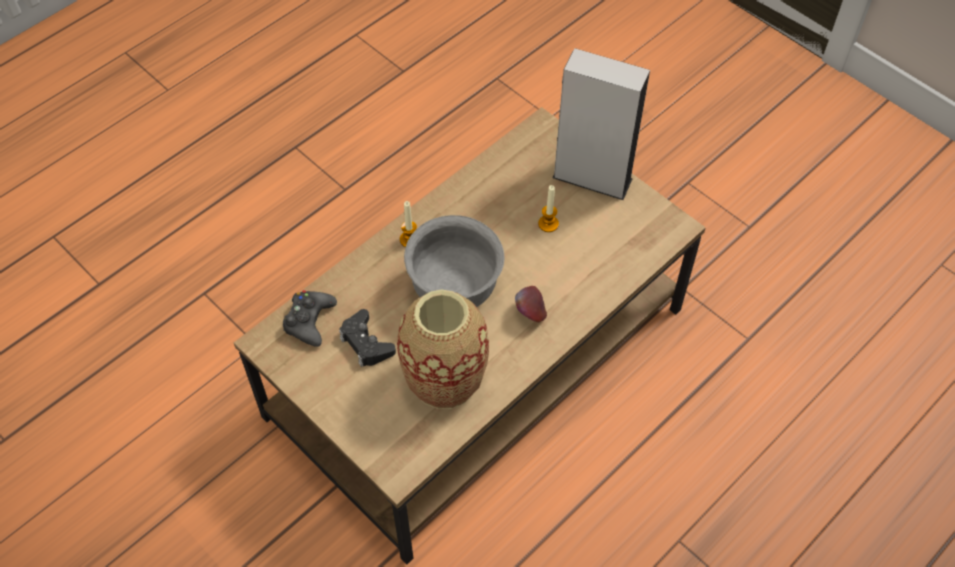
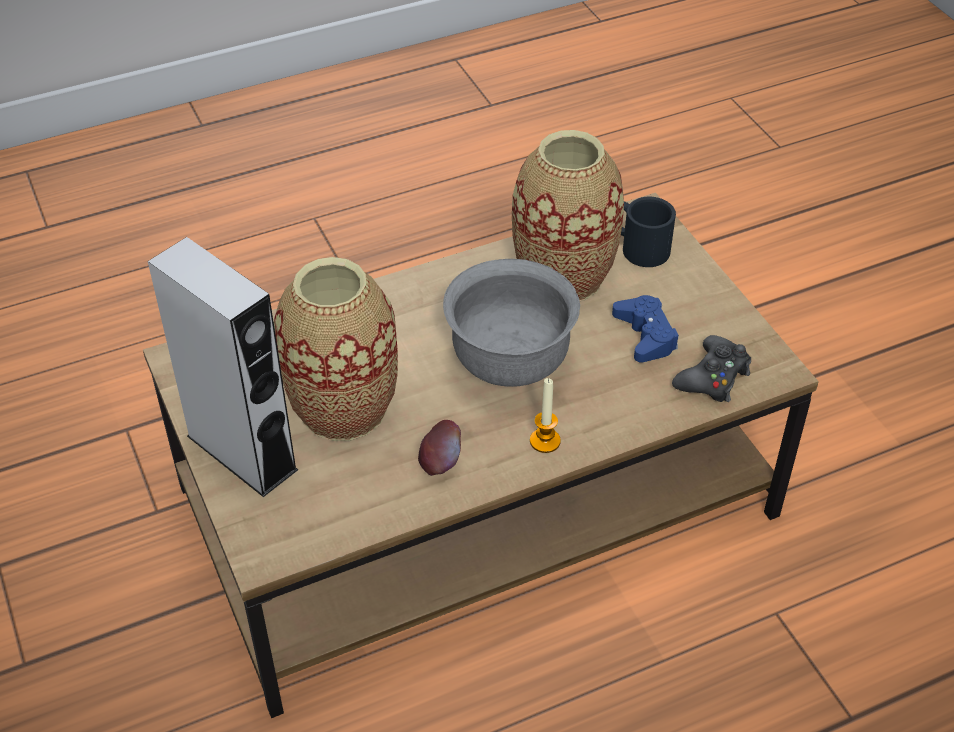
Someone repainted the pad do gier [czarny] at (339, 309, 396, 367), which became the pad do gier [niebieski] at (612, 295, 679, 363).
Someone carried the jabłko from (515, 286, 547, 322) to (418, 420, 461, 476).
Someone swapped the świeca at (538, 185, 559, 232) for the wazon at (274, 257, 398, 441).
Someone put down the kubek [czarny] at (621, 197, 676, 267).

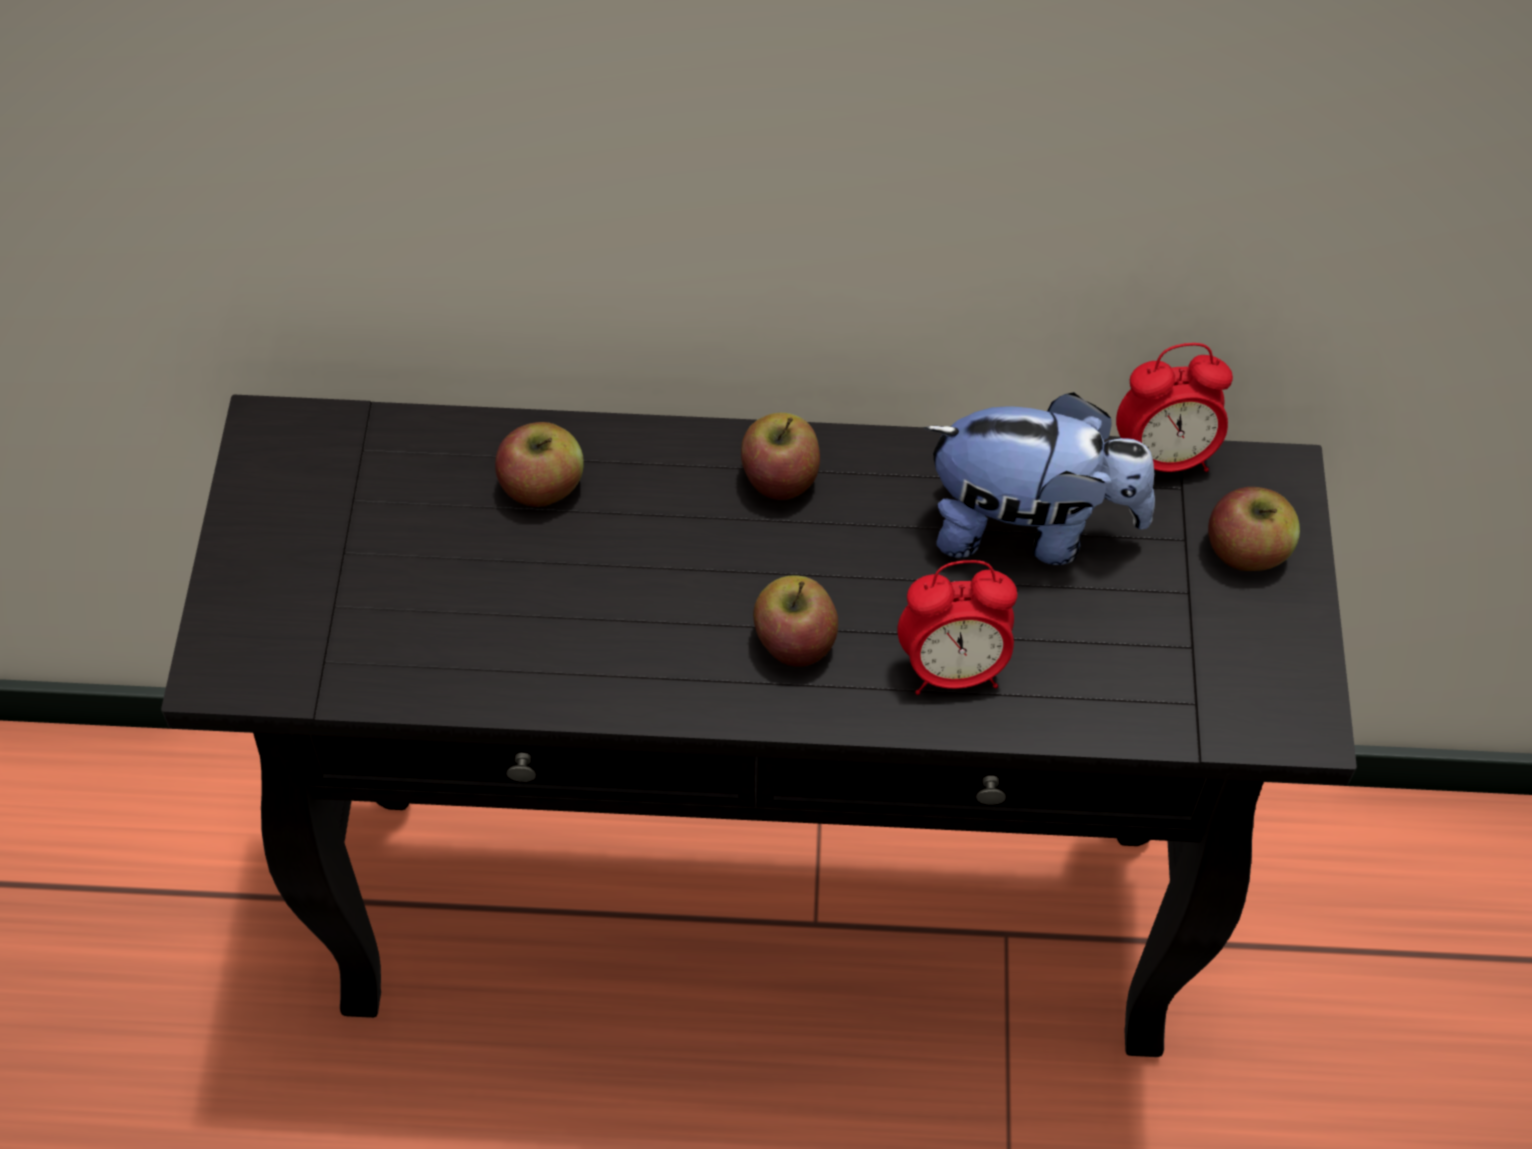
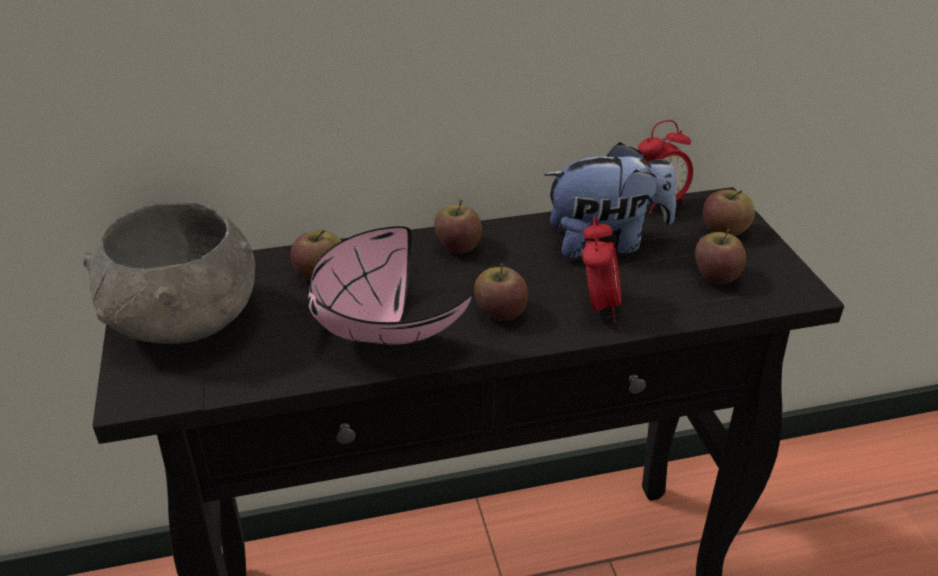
Someone rotated the budzik at (897, 560, 1017, 695) by 60 degrees counterclockwise.
Someone put down the miska [szary] at (84, 201, 255, 344).
Someone put down the miska [różowy] at (308, 226, 473, 345).
Someone put down the jabłko at (695, 229, 746, 284).

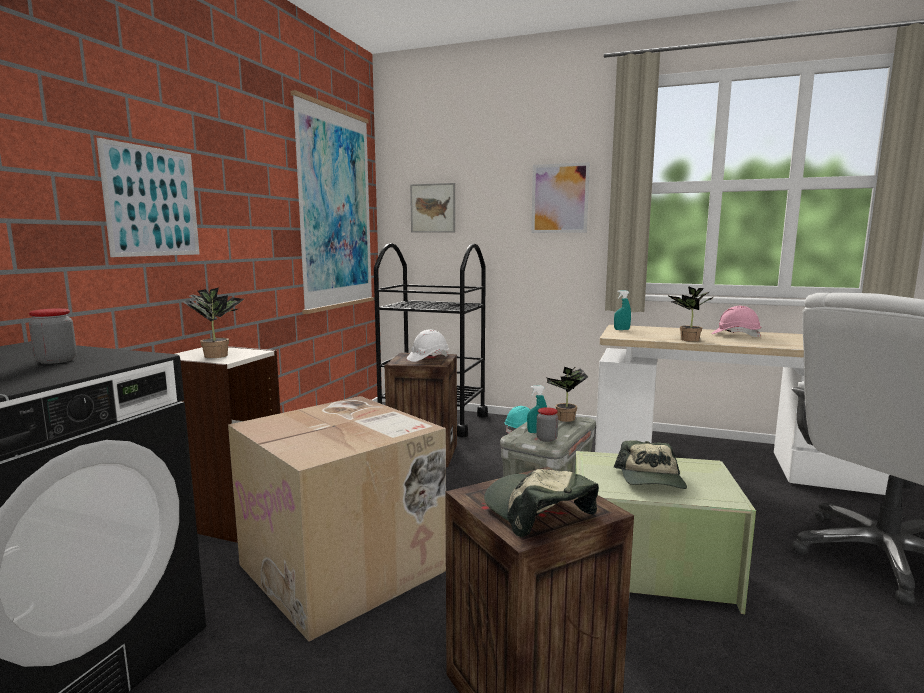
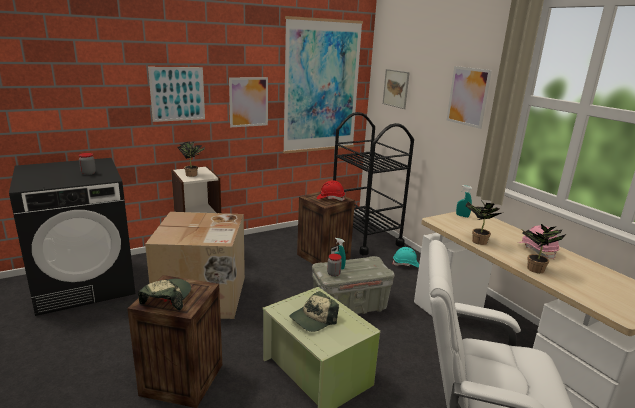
Someone repainted the kask [biały] at (407, 329, 449, 362), which became the kask [czerwony] at (317, 180, 345, 201).
Someone carried the roślina doniczkowa from (547, 367, 588, 422) to (520, 224, 566, 273).
Someone put up the obraz at (229, 77, 268, 127).

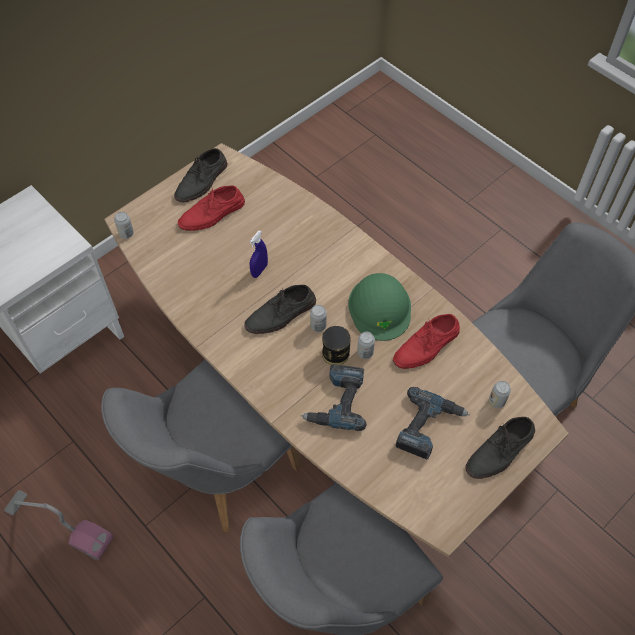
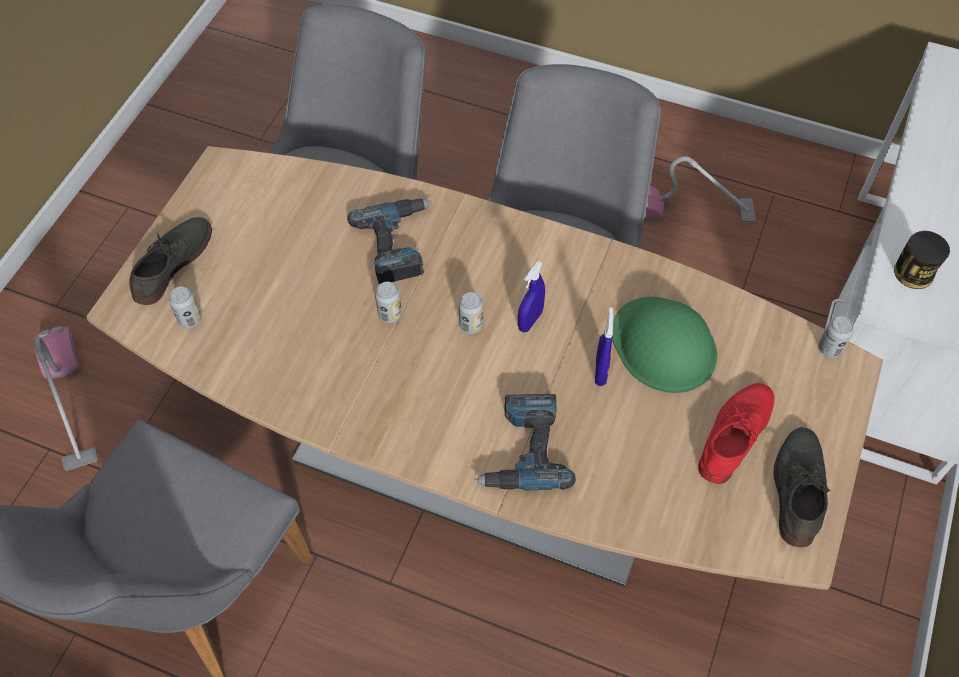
Someone swapped the but [szary] at (244, 285, 316, 334) for the spryskiwacz [niebieski] at (518, 261, 545, 332).
Someone carried the puszka from (322, 326, 350, 365) to (894, 231, 950, 289).
Someone carried the kask [zielony] from (348, 273, 411, 341) to (612, 297, 717, 393).
Someone took away the but [czerwony] at (393, 314, 460, 369).
Someone carried the wiertarka from (396, 387, 470, 459) to (474, 394, 576, 490).
Someone put down the odkurzacz at (34, 326, 98, 471).

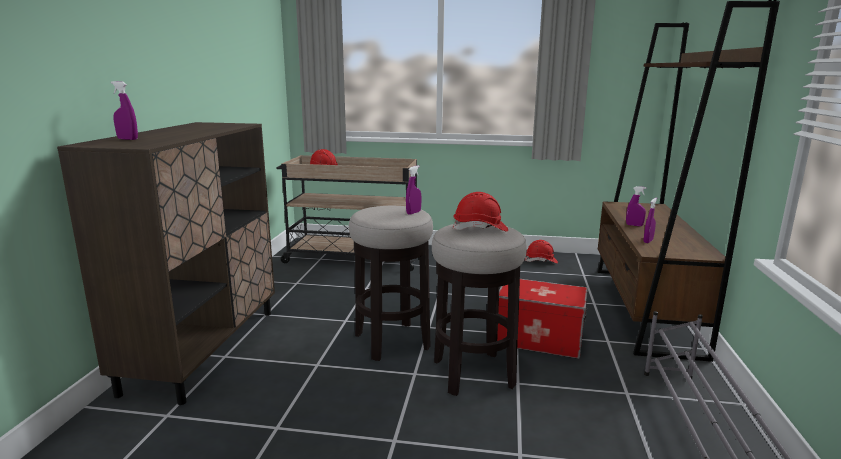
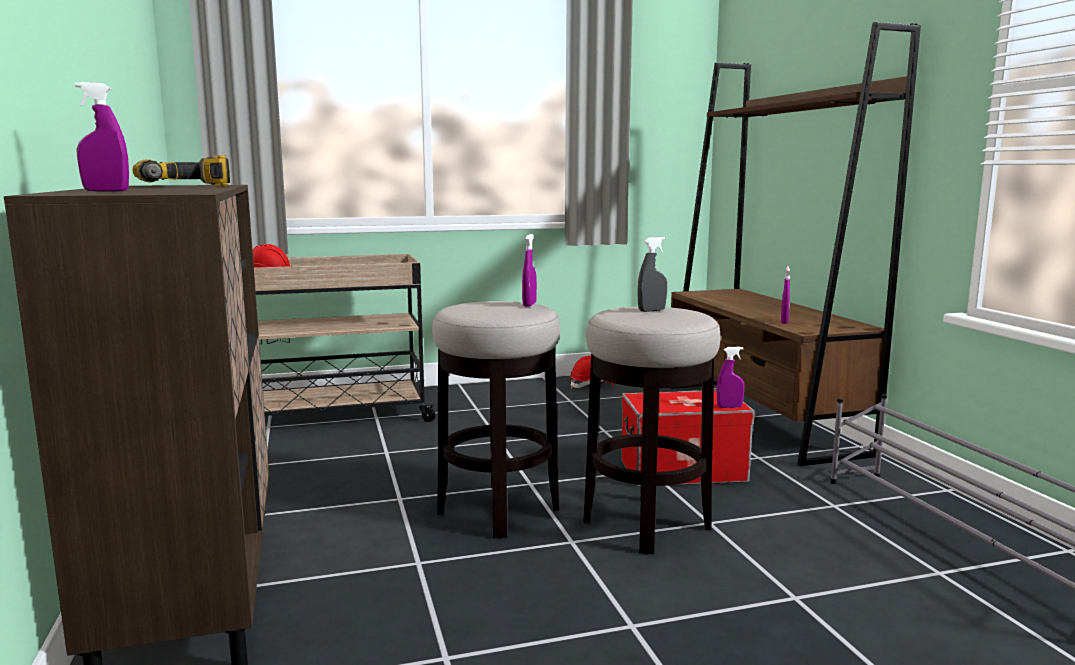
Someone swapped the kask [czerwony] at (453, 192, 508, 232) for the spryskiwacz [szary] at (638, 237, 667, 312).
Someone carried the spryskiwacz [fioletowy] from (626, 186, 647, 226) to (717, 347, 745, 408).
Someone put down the wiertarka at (132, 155, 230, 186).

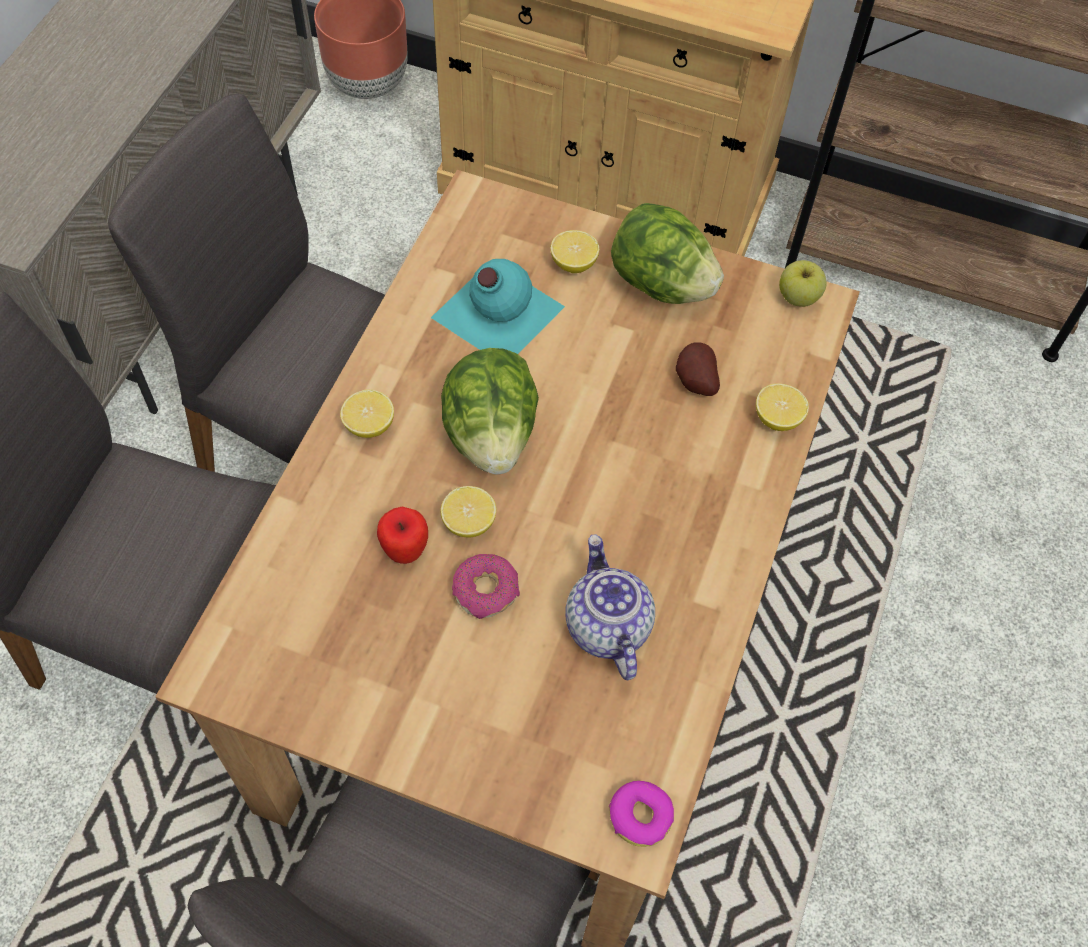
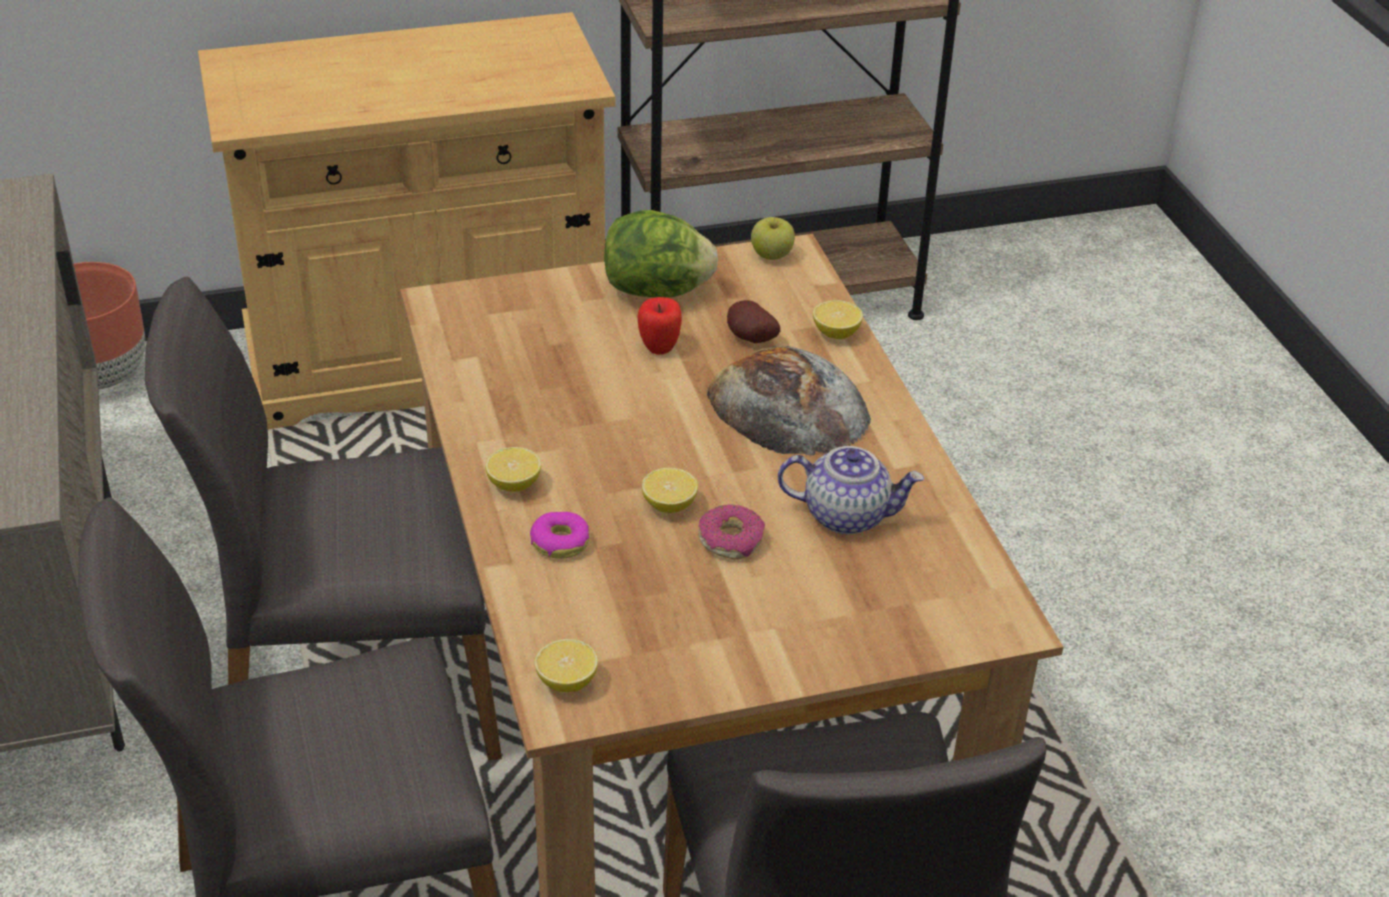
Someone carried the jabłko from (377, 507, 428, 564) to (638, 297, 682, 355).
Someone took away the butelka [turkusowy] at (431, 259, 565, 354).
Someone took away the sałata at (441, 348, 539, 474).
Someone carried the cytryna from (550, 230, 599, 273) to (534, 639, 598, 692).
Someone rotated the imbryk at (565, 534, 655, 680) by 150 degrees clockwise.
Someone carried the donut from (609, 781, 674, 847) to (530, 512, 590, 559).
Someone put down the chleb at (707, 346, 871, 456).

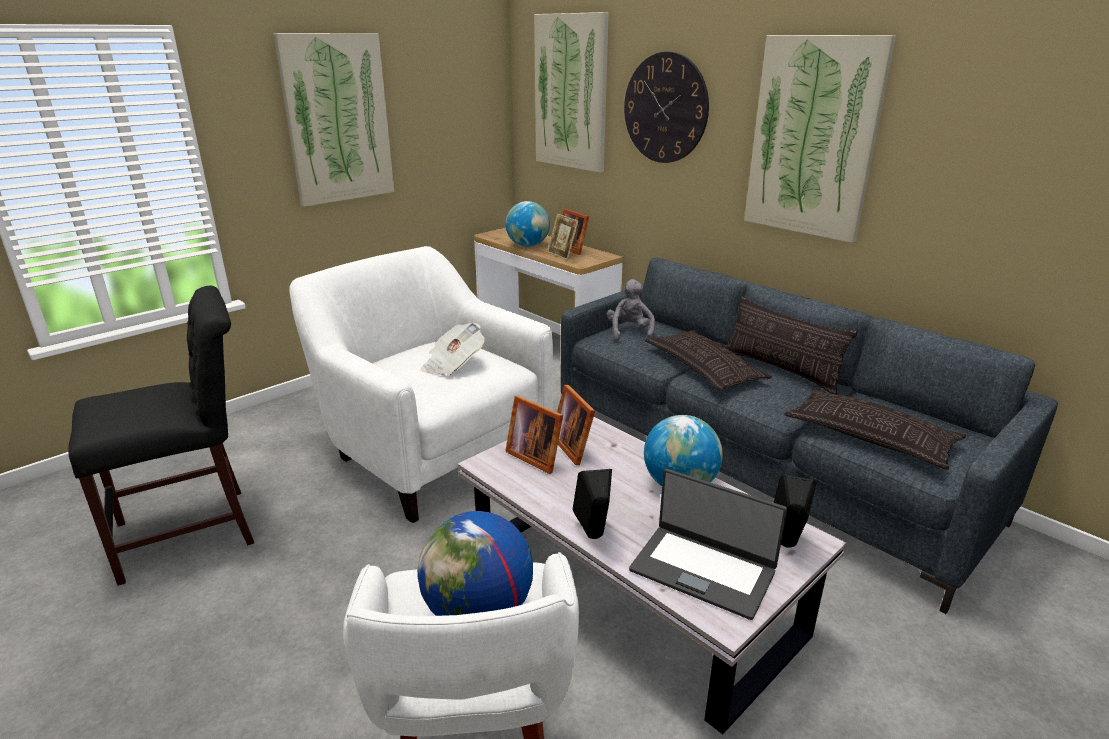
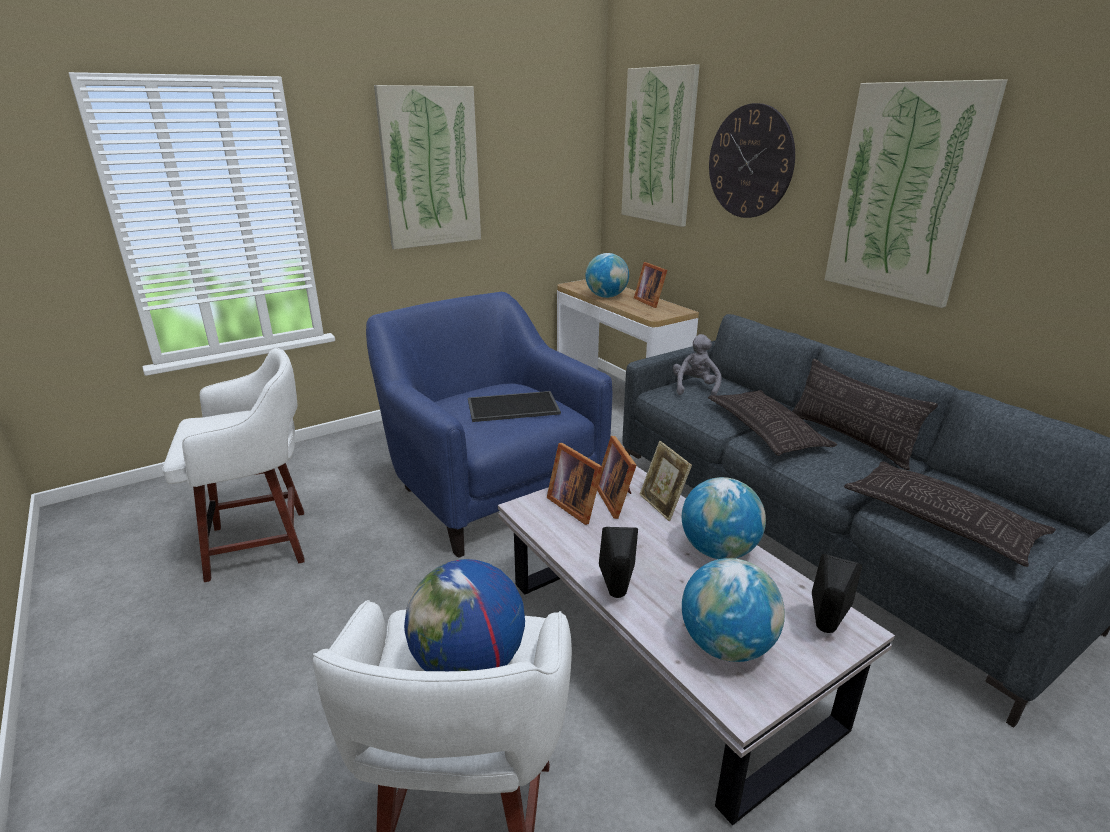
Someone swapped the krzesło [czarny] at (68, 285, 254, 586) for the stołek [biały] at (162, 348, 305, 582).
Someone repainted the fotel [biały] at (290, 246, 553, 523), which became the fotel [niebieski] at (366, 292, 612, 557).
Someone swapped the gazeta at (421, 323, 485, 376) for the taca at (468, 391, 561, 422).
Someone carried the ramka na zdjęcie from (547, 214, 579, 260) to (639, 441, 692, 521).
Someone swapped the laptop at (629, 469, 787, 620) for the globus at (682, 558, 785, 662).

